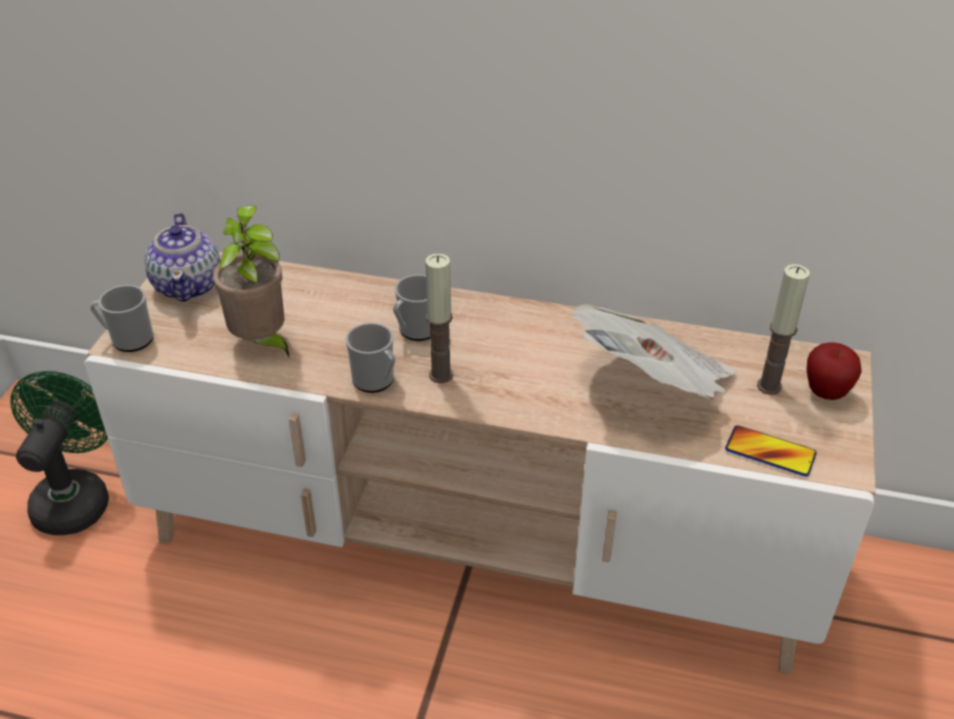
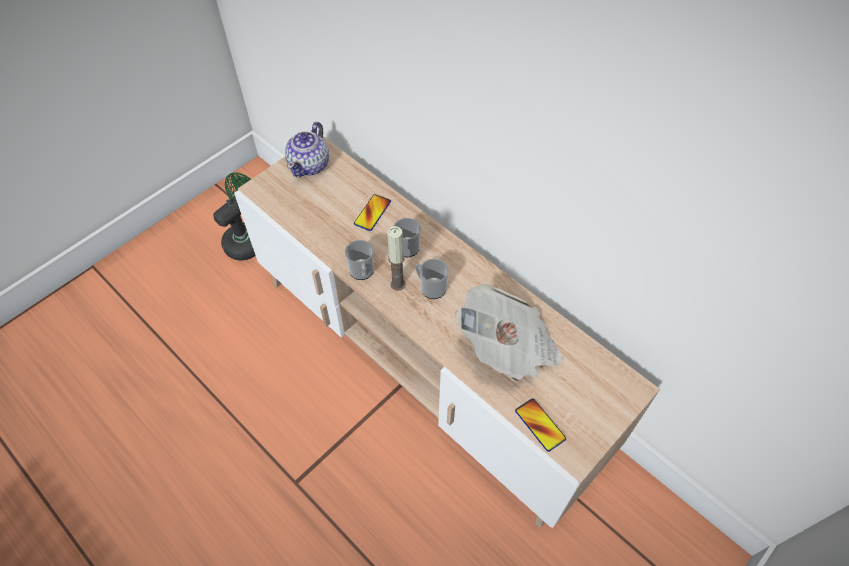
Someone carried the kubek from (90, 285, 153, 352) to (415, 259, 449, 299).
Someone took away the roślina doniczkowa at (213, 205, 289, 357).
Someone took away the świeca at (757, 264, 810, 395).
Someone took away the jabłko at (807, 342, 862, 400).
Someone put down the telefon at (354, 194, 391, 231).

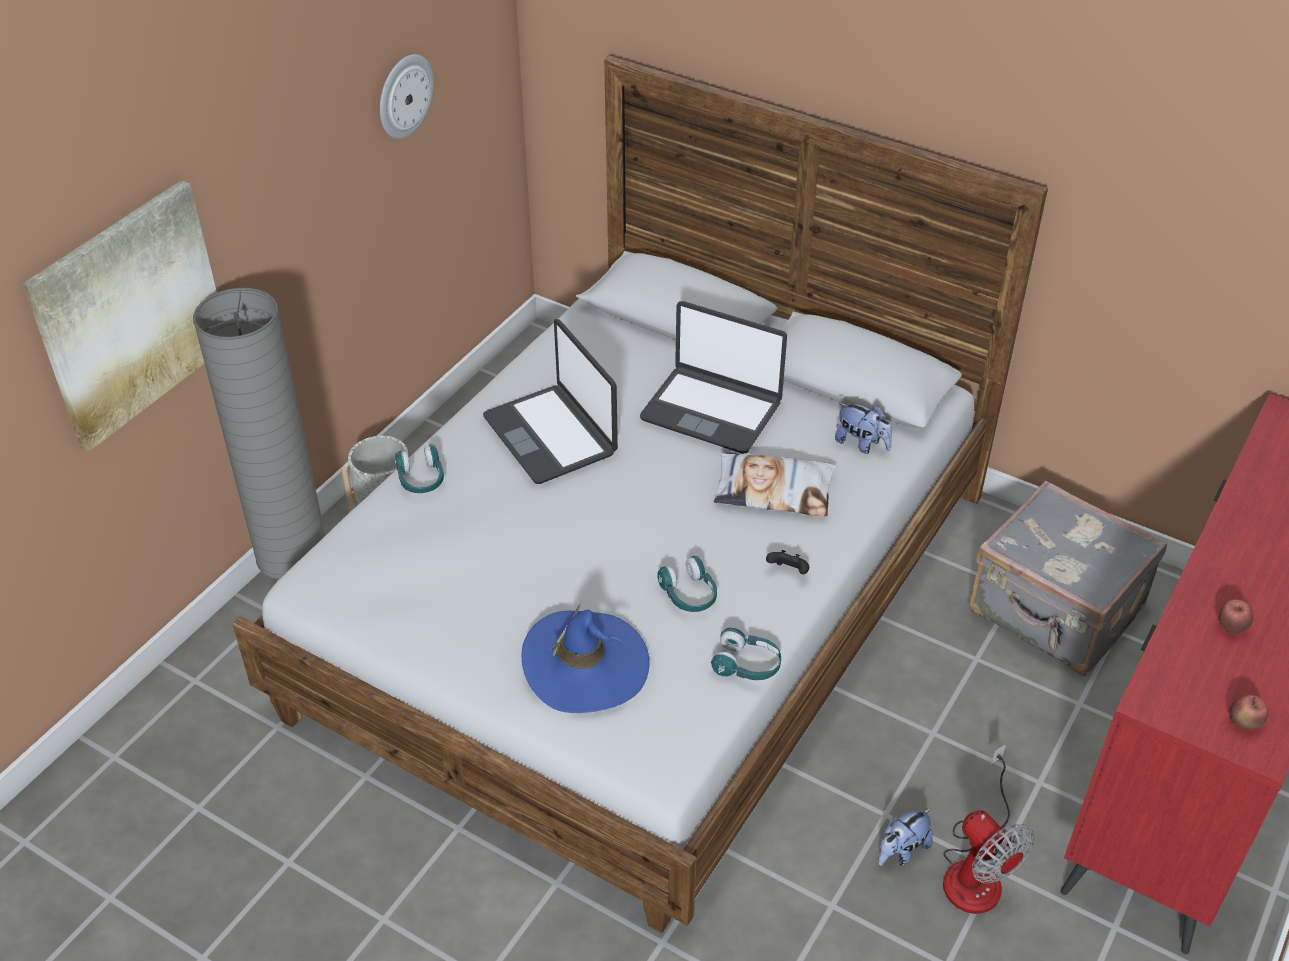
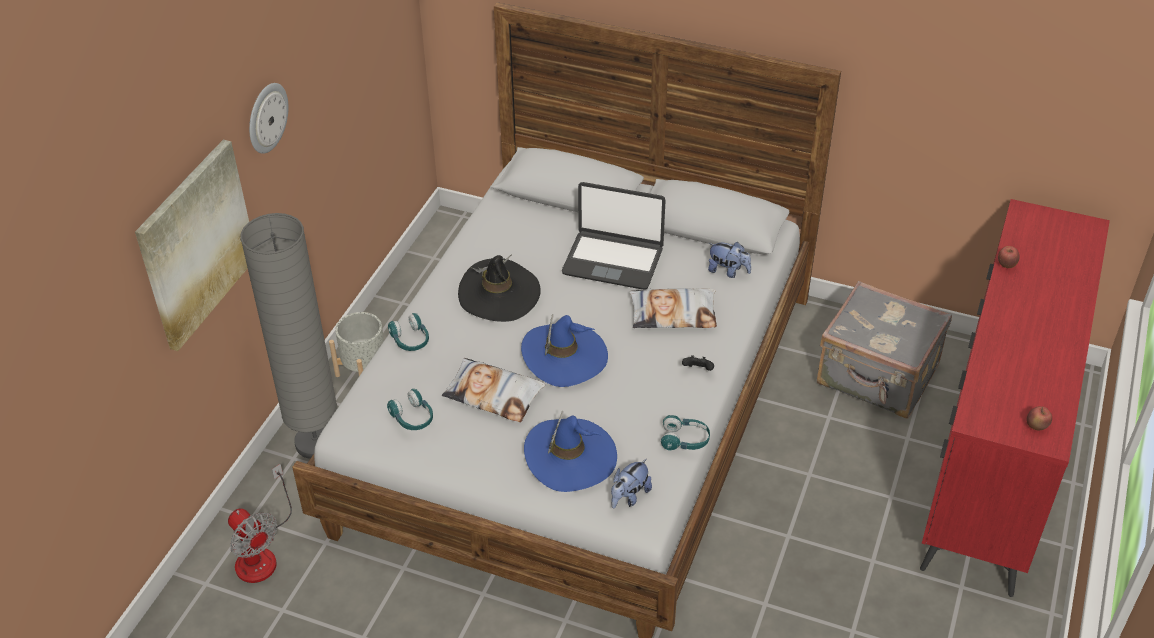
Someone carried the zegar ścienny from (380, 54, 434, 139) to (249, 83, 289, 154).
Someone swapped the laptop at (483, 319, 618, 484) for the kapelusz [czarny] at (458, 254, 541, 322).
Someone carried the słuchawki [turkusowy] from (657, 556, 717, 612) to (387, 389, 433, 430).
Someone carried the pluszak from (878, 808, 933, 866) to (611, 459, 652, 509).
Someone carried the wentylator from (943, 744, 1034, 914) to (228, 464, 292, 583).
Someone carried the jabłko from (1219, 599, 1253, 634) to (998, 246, 1020, 268).
Someone put down the poduszka at (442, 358, 545, 422).
Someone put down the kapelusz [niebieski] at (521, 314, 608, 387).

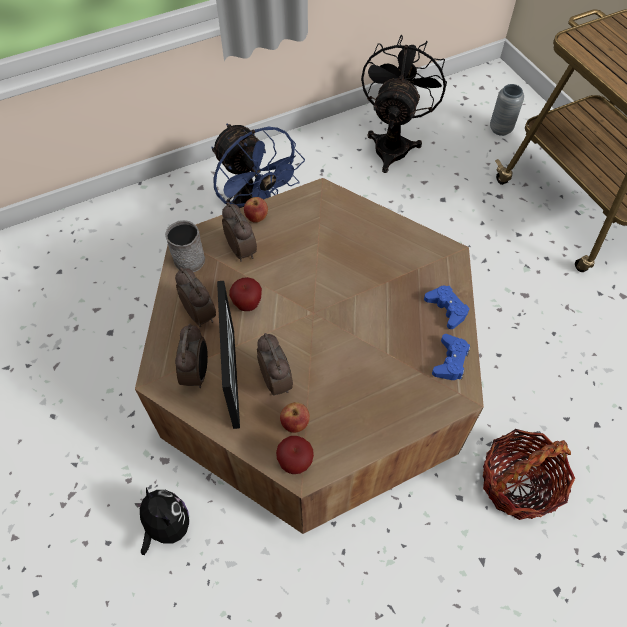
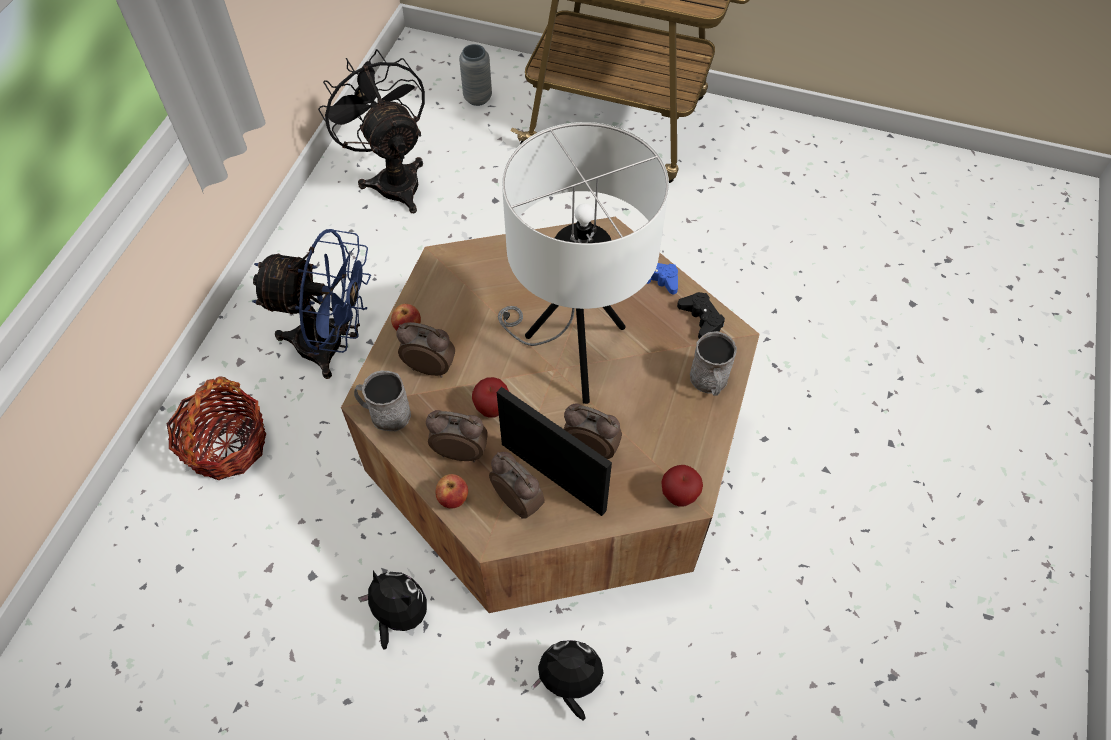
Someone carried the jabłko from (280, 402, 310, 433) to (436, 474, 468, 509).
Someone repainted the pad do gier [niebieski] at (432, 334, 470, 380), which became the pad do gier [czarny] at (677, 292, 725, 339).
Someone carried the koszyk from (483, 429, 575, 520) to (167, 376, 266, 480).
Someone put down the pluszak at (358, 571, 427, 650).
Someone put down the lampa stołowa [biały] at (498, 122, 669, 404).
Someone put down the kubek [szary] at (690, 331, 737, 396).

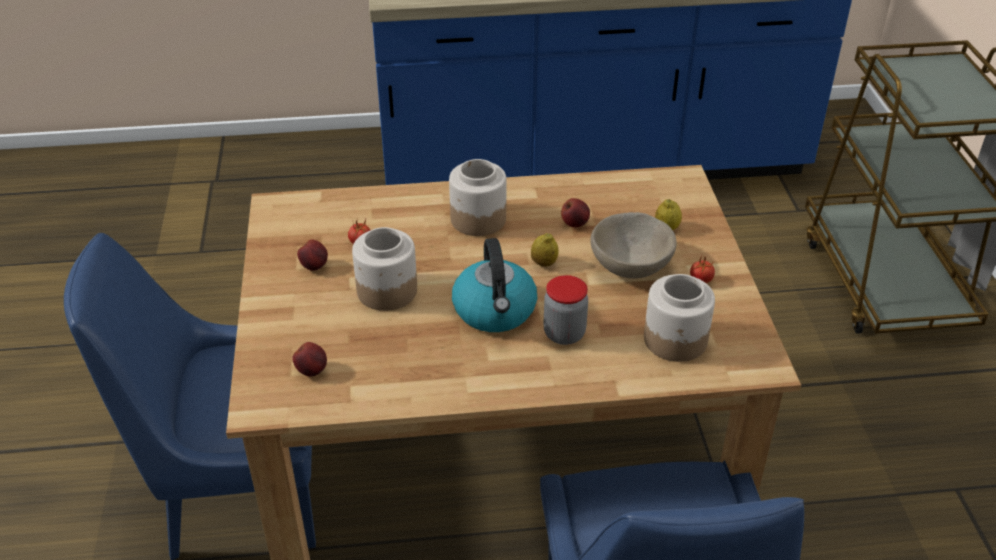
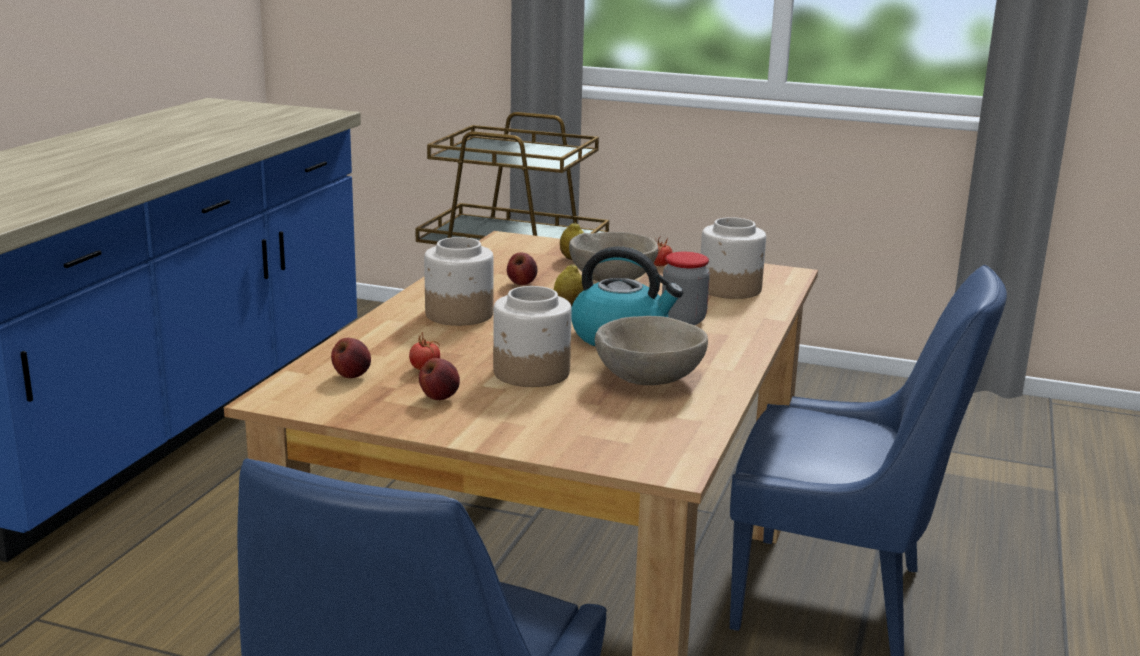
Someone carried the jabłko from (292, 342, 327, 376) to (331, 338, 371, 378).
Someone put down the miska [beżowy] at (595, 316, 708, 385).

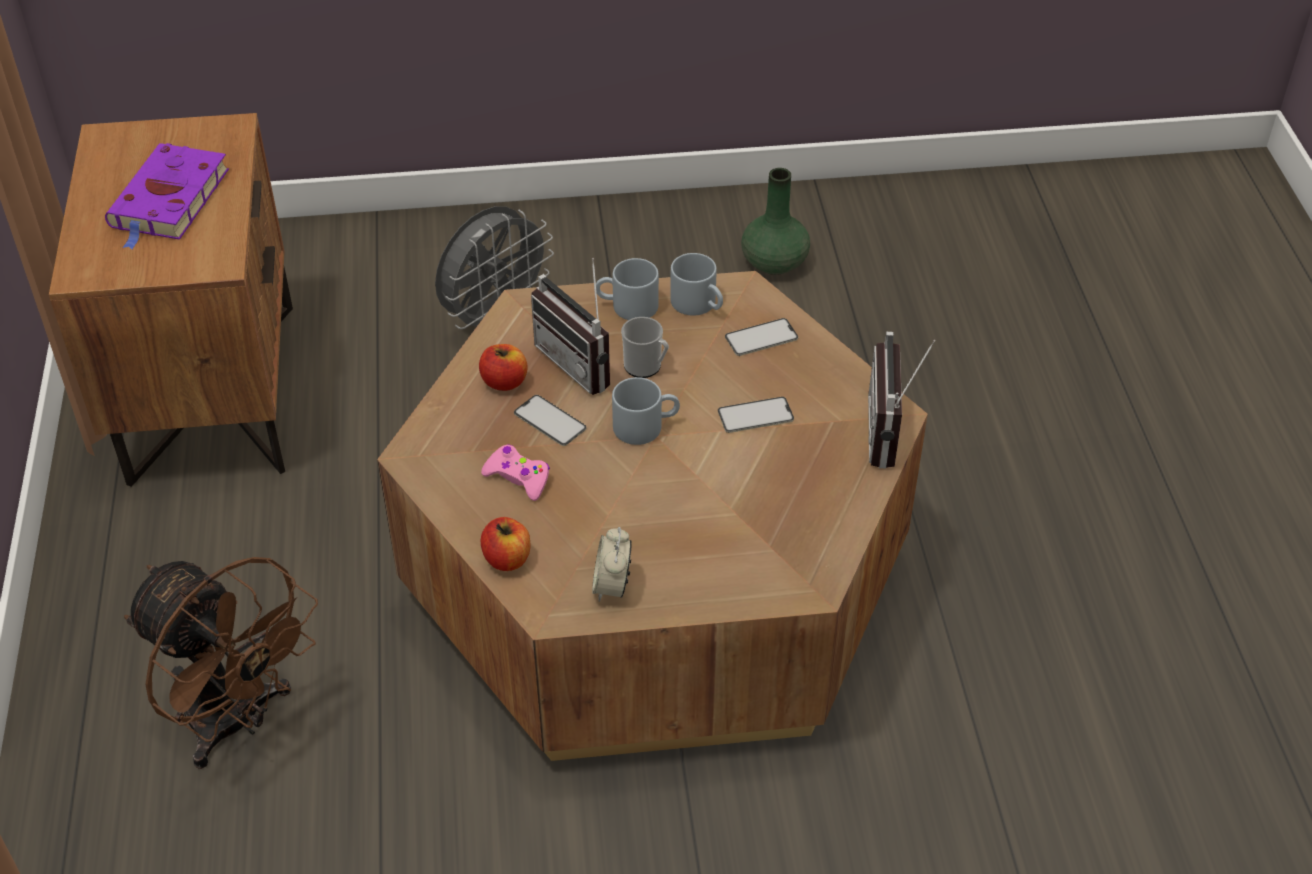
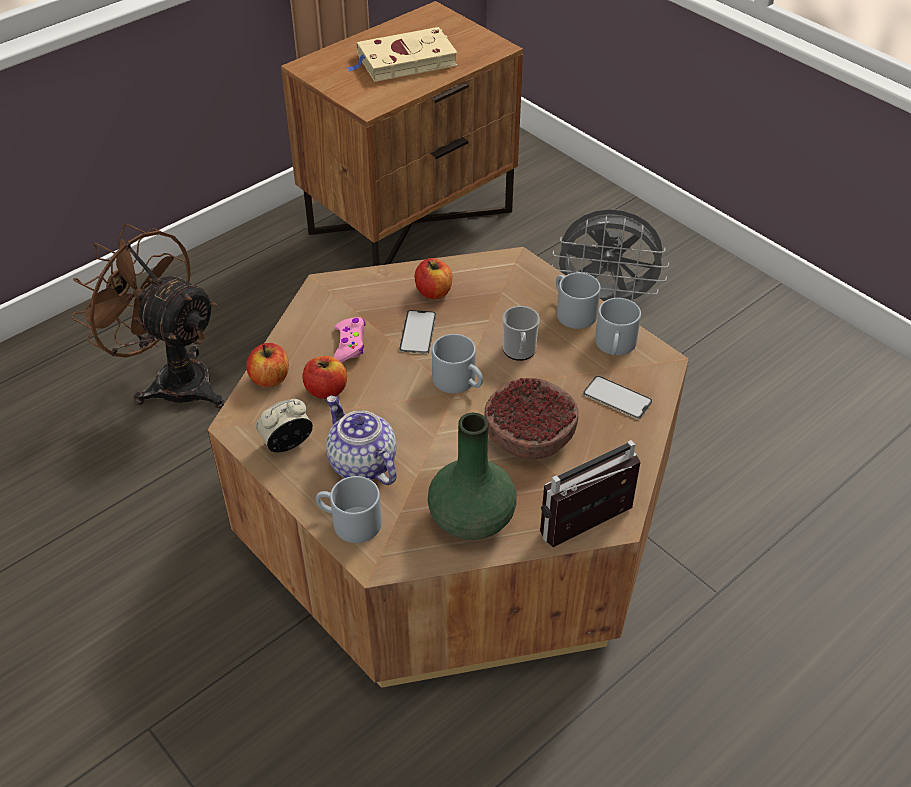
Someone repainted the książka [fioletowy] at (105, 143, 229, 249), which became the książka [beżowy] at (347, 27, 458, 82).
Someone rotated the wentylator [brązowy] at (124, 557, 318, 769) by 120 degrees clockwise.
Someone took away the radio at (531, 258, 610, 395).
Someone swapped the telefon at (718, 397, 794, 433) for the miska at (484, 378, 579, 459).
Someone carried the wazon [zielony] from (741, 168, 810, 275) to (428, 413, 517, 540).
Someone put down the jabłko at (303, 356, 347, 399).
Someone put down the kubek [szary] at (316, 476, 382, 543).
Someone put down the imbryk at (326, 396, 397, 485).

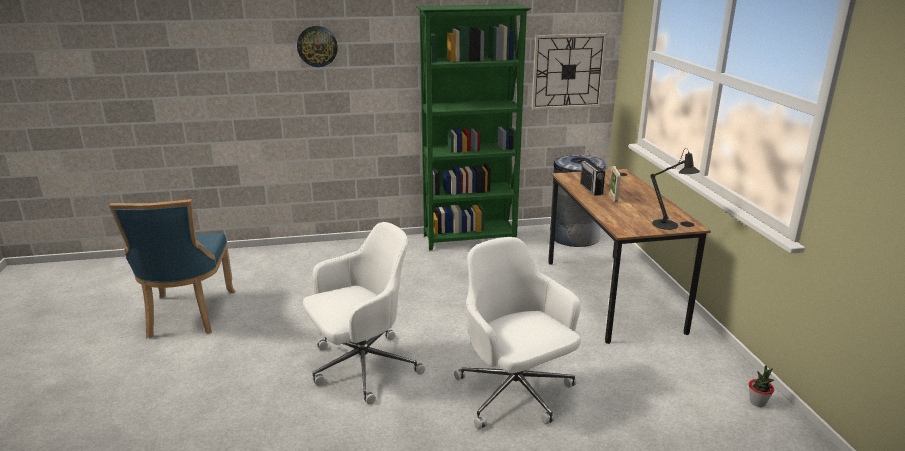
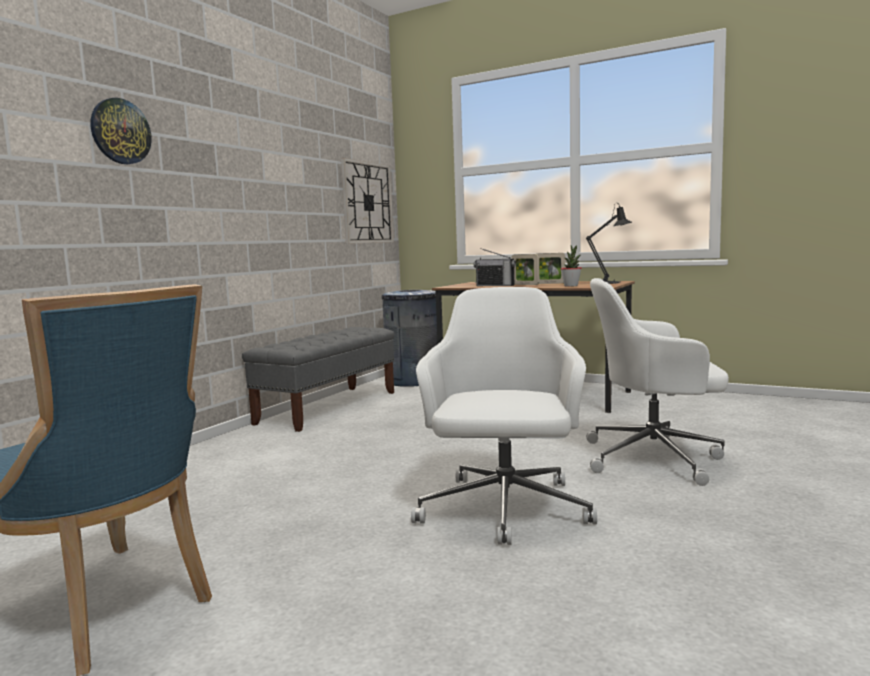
Someone swapped the regał [zielony] at (416, 4, 531, 251) for the ławka [szary] at (242, 327, 395, 432).
Someone carried the roślina doniczkowa from (749, 366, 774, 407) to (560, 245, 582, 287).
Someone put down the ramka na zdjęcie at (538, 253, 565, 284).

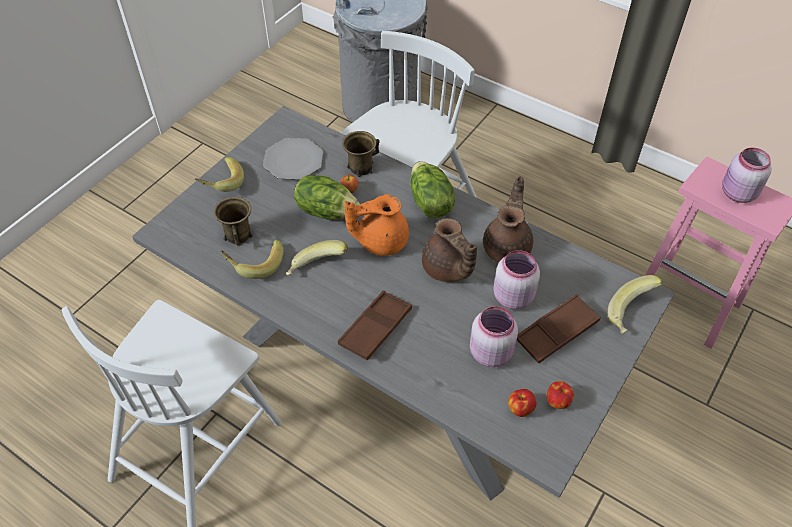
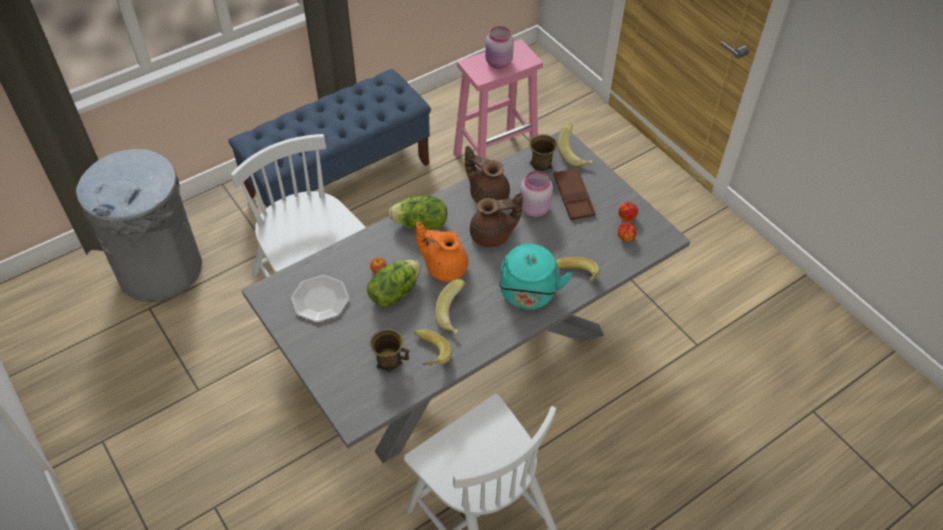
Someone carried the banan from (194, 157, 244, 192) to (556, 257, 600, 282).
Someone swapped the taca [brązowy] at (338, 290, 412, 360) for the czajnik [turkusowy] at (499, 244, 572, 310).
Someone carried the kubek [brązowy] from (342, 131, 380, 177) to (529, 134, 558, 171).
Someone rotated the imbryk [pomarańczowy] at (344, 194, 409, 256) by 105 degrees clockwise.
Someone took away the słoik [różowy] at (470, 306, 518, 367).
Someone put down the ławka [niebieski] at (228, 69, 431, 207).

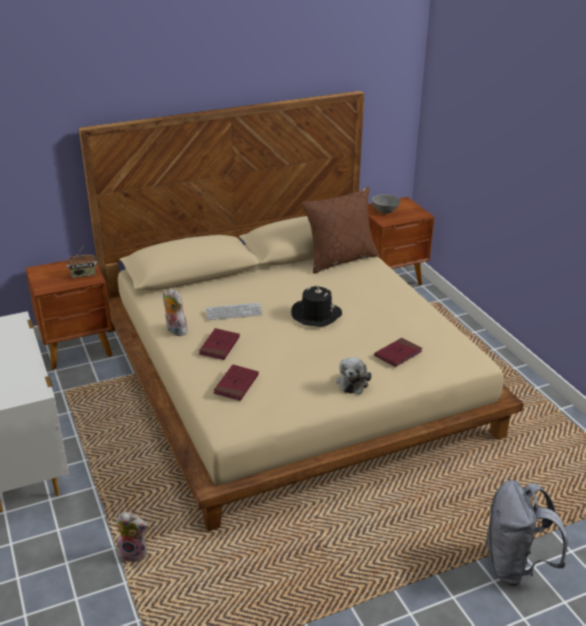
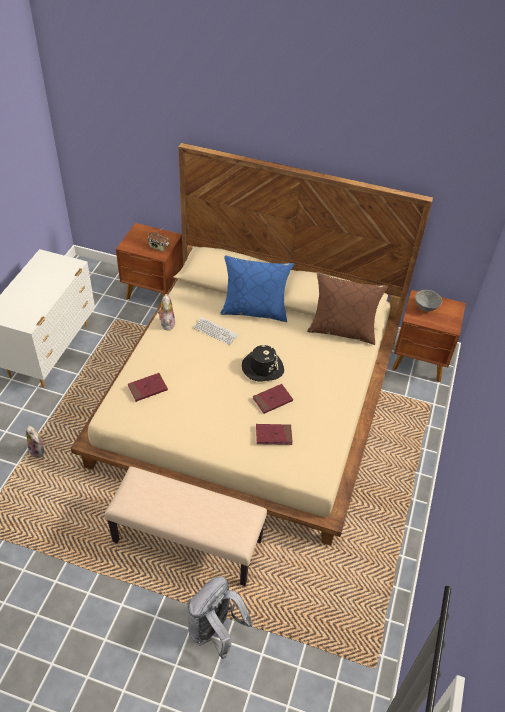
Someone carried the książka [czerwony] from (199, 328, 240, 360) to (253, 384, 293, 414).
Someone took away the pluszak at (336, 357, 372, 394).
Someone put down the ławka [beżowy] at (105, 466, 267, 586).
Someone put down the poduszka [niebieski] at (220, 256, 294, 322).

